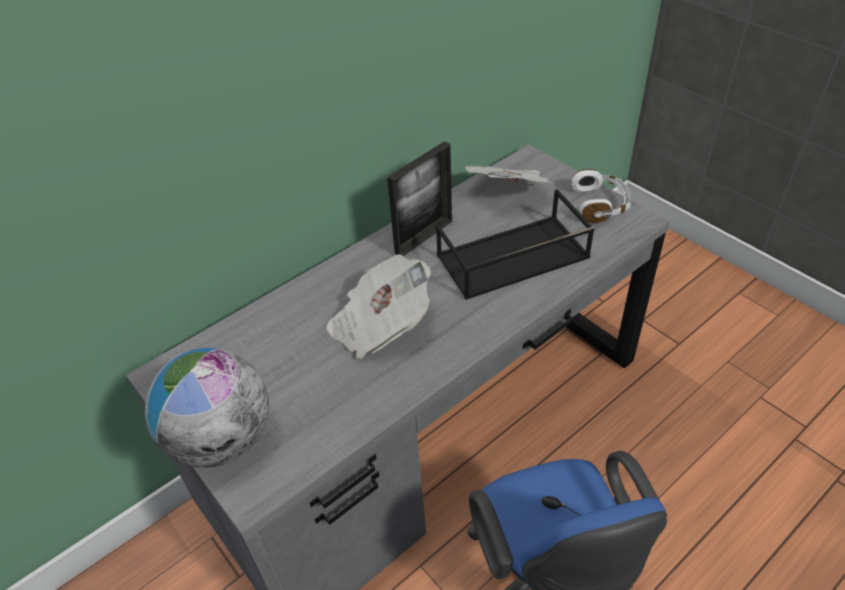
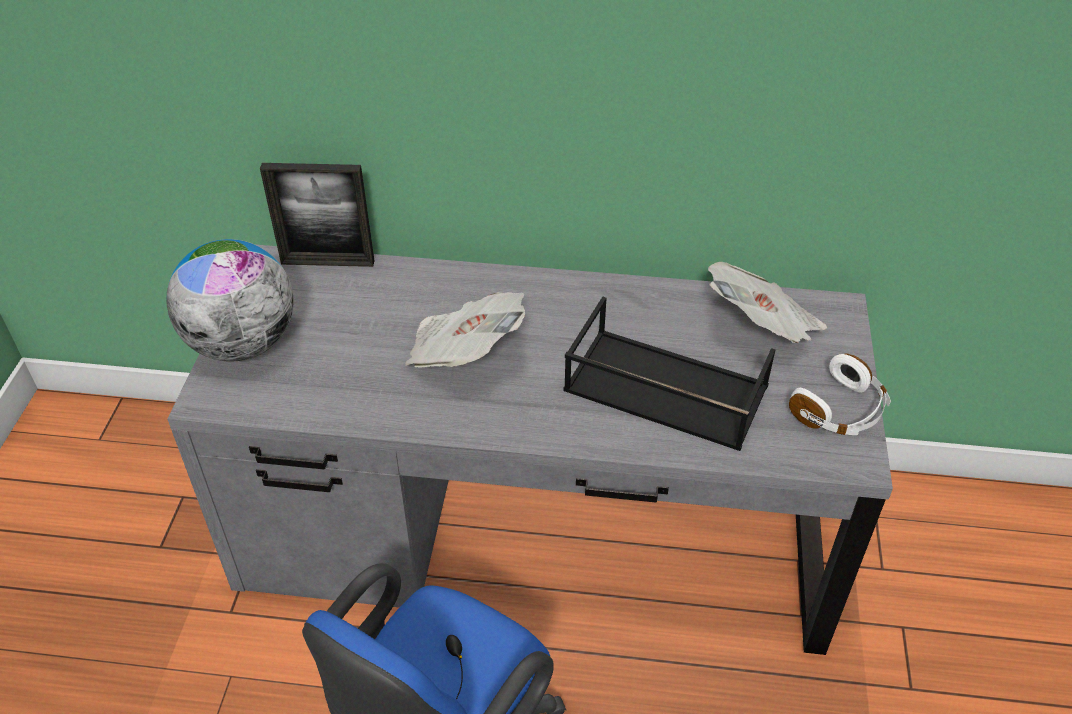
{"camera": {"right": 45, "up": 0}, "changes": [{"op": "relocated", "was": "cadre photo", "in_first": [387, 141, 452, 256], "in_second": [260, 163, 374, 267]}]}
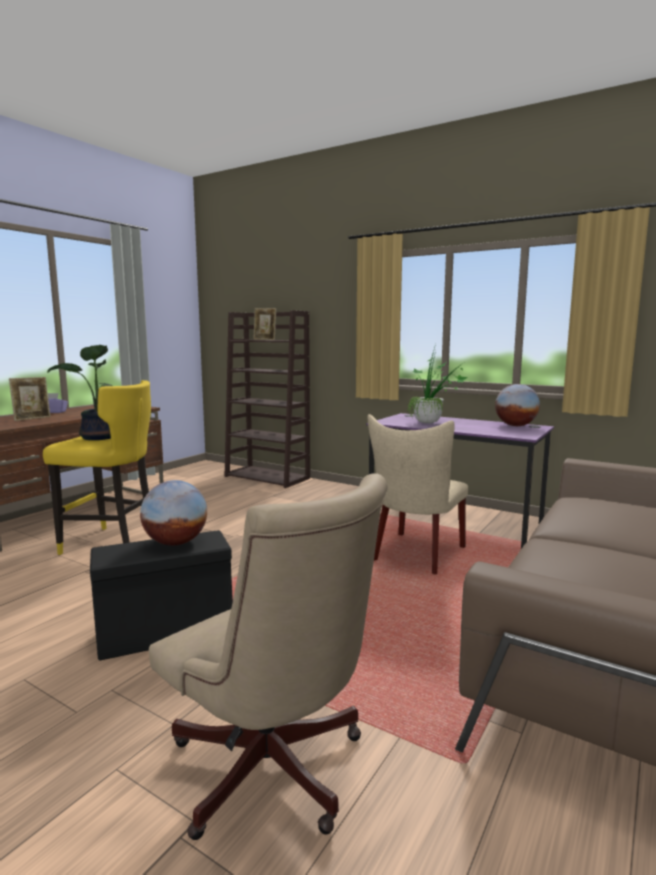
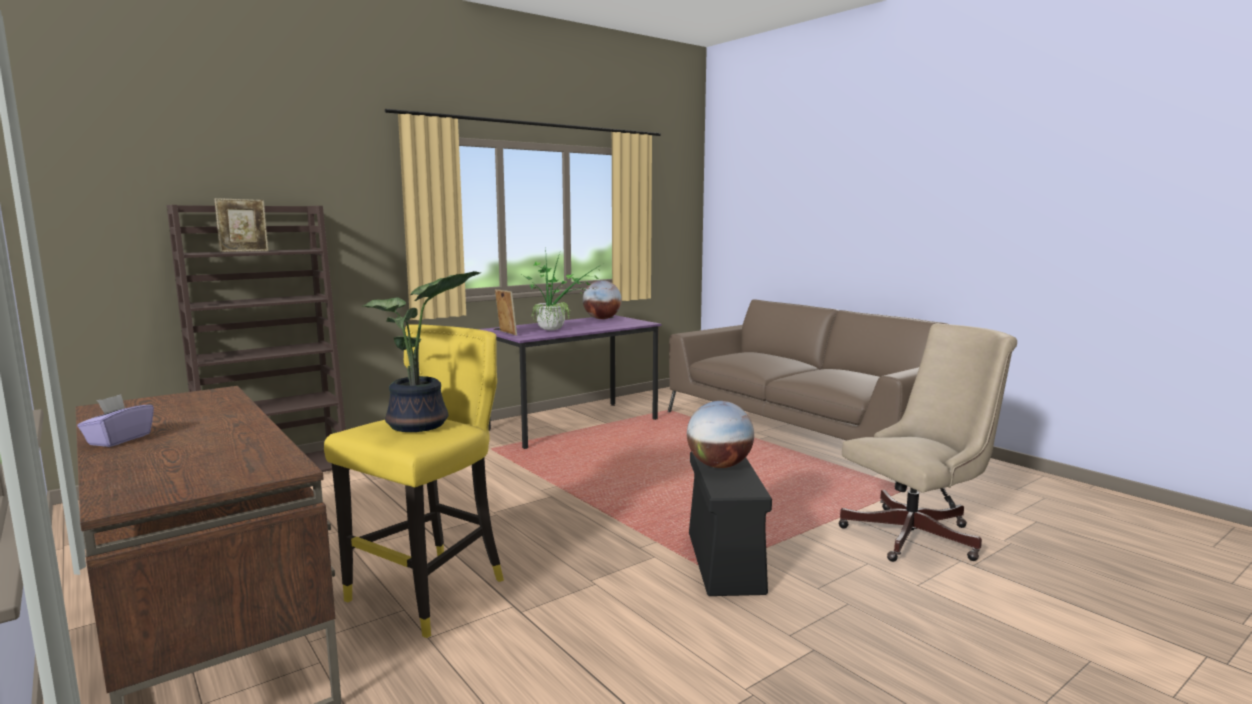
{"camera": {"right": -70, "up": 0}, "changes": [{"op": "missing", "was": "chaise [beige]", "in_first": [368, 414, 468, 574]}, {"op": "relocated", "was": "cadre photo", "in_first": [9, 377, 51, 421], "in_second": [495, 289, 517, 335]}]}
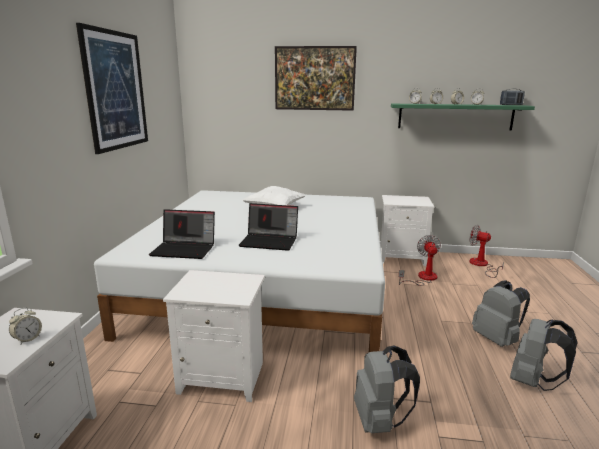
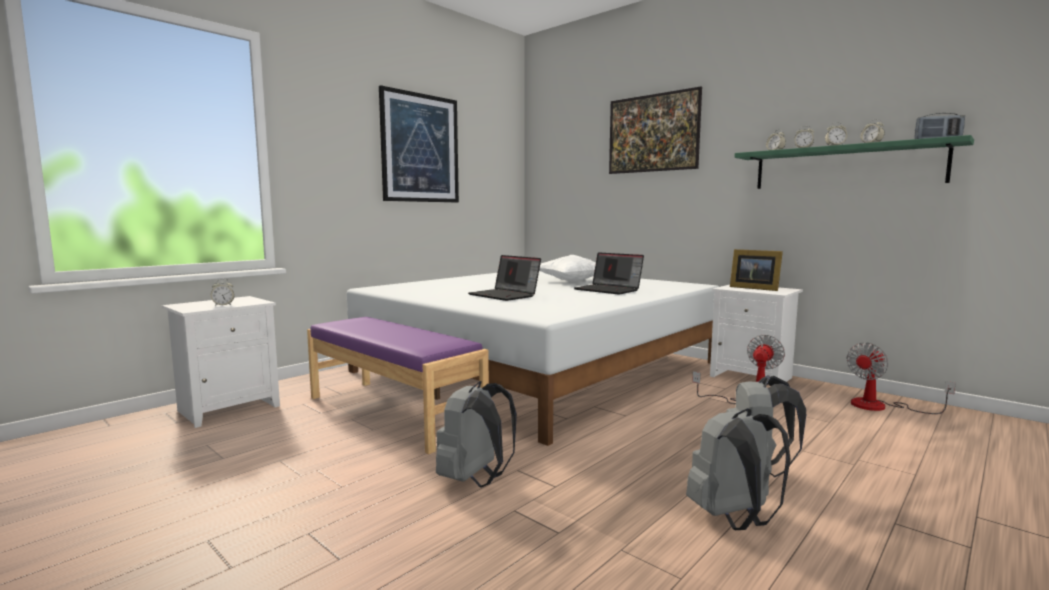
{"camera": {"right": 35, "up": -10}, "changes": [{"op": "appeared", "now": "cadre photo", "in_second": [730, 249, 783, 291]}, {"op": "relocated", "was": "ordinateur portable", "in_first": [149, 209, 215, 259], "in_second": [574, 252, 644, 294]}, {"op": "exchanged", "was": "table de chevet [blanc]", "now": "banc [violet]", "in_first": [163, 270, 265, 402], "in_second": [307, 317, 489, 454]}, {"op": "spun", "was": "ventilateur", "in_first": [469, 225, 504, 278], "in_second": [847, 342, 956, 414], "clockwise": -105}]}
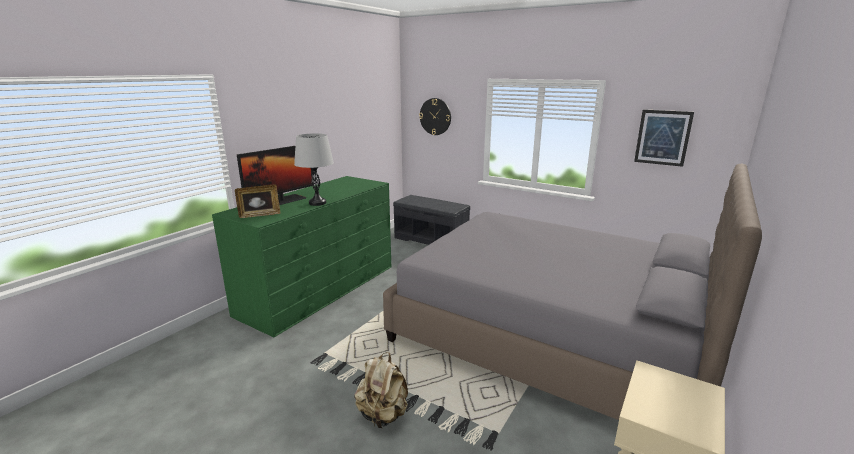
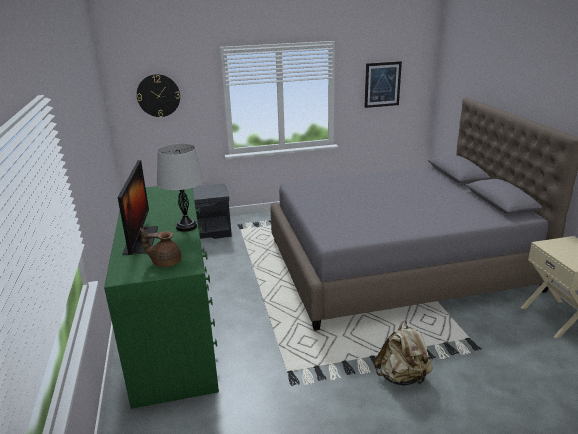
{"camera": {"right": -45, "up": 5}, "changes": [{"op": "exchanged", "was": "cadre photo", "now": "théière [marron]", "in_first": [235, 185, 280, 218], "in_second": [140, 228, 181, 267]}]}
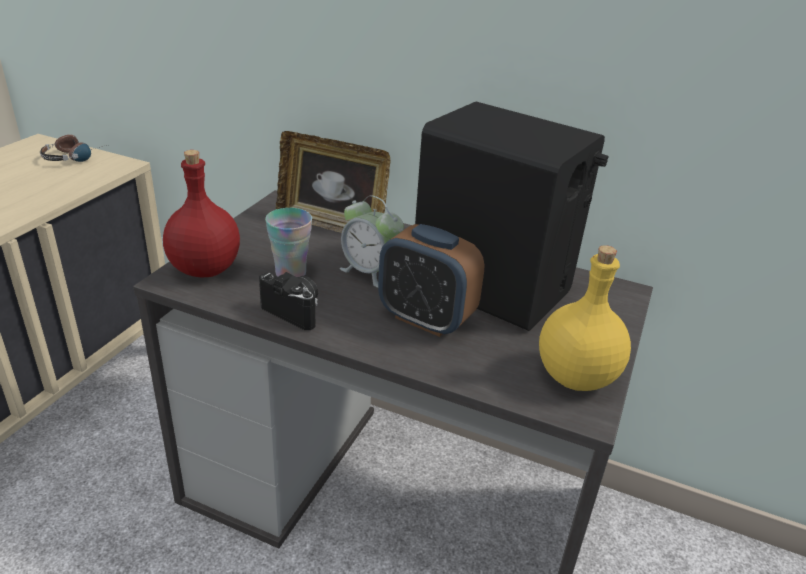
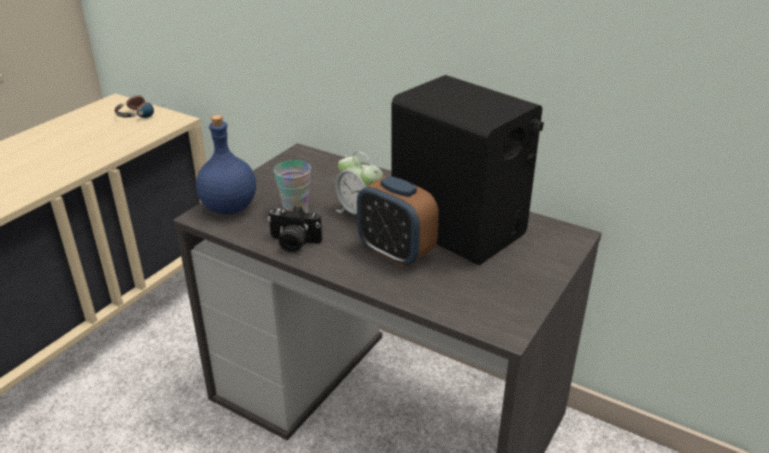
{"camera": {"right": 10, "up": 0}, "changes": [{"op": "missing", "was": "cadre photo", "in_first": [276, 131, 390, 233]}, {"op": "missing", "was": "bouteille [jaune]", "in_first": [539, 245, 631, 391]}, {"op": "colour", "was": "bouteille [rouge]", "now": "bouteille [bleu]", "in_first": [163, 150, 240, 278], "in_second": [196, 115, 256, 215]}, {"op": "spun", "was": "appareil photo", "in_first": [259, 272, 318, 330], "in_second": [268, 206, 322, 253], "clockwise": 150}]}
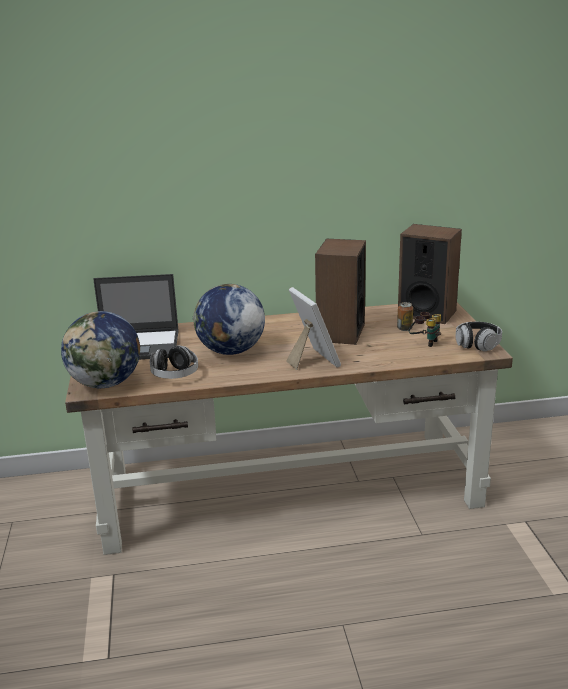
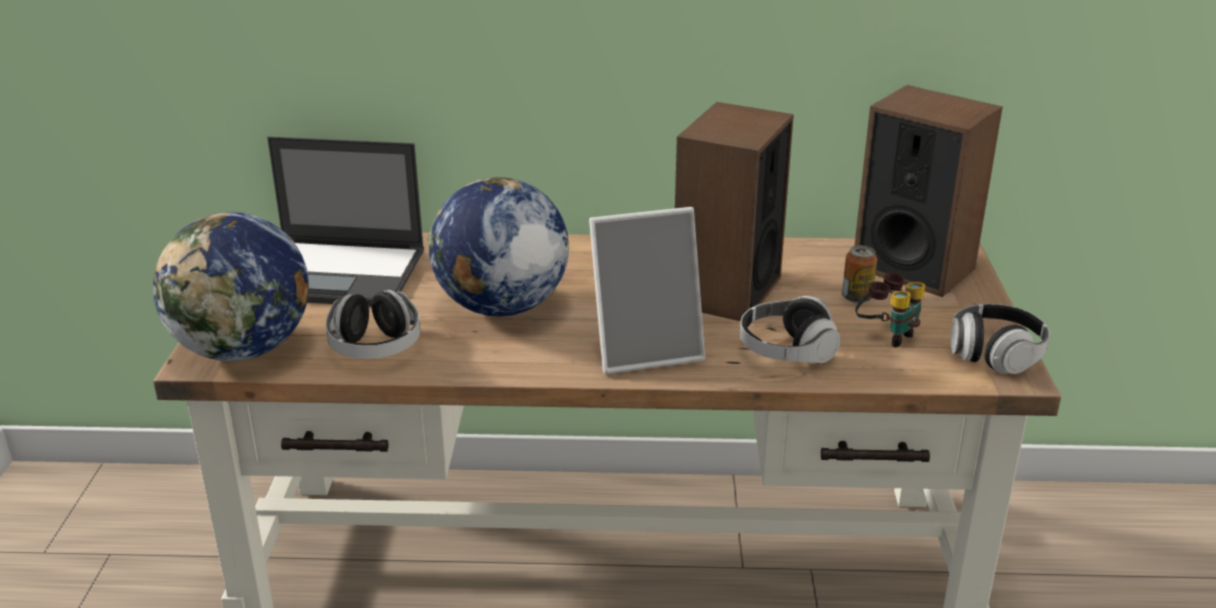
{"camera": {"right": 10, "up": 5}, "changes": [{"op": "appeared", "now": "casque audio", "in_second": [740, 296, 841, 364]}, {"op": "spun", "was": "cadre photo", "in_first": [286, 287, 341, 370], "in_second": [589, 207, 705, 374], "clockwise": 90}]}
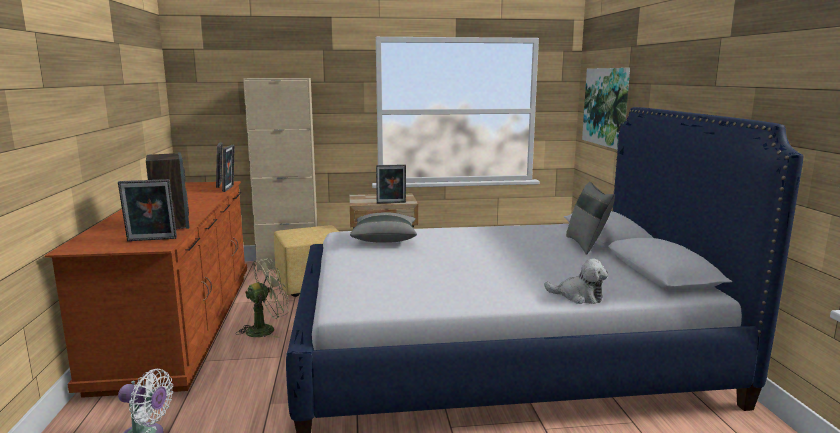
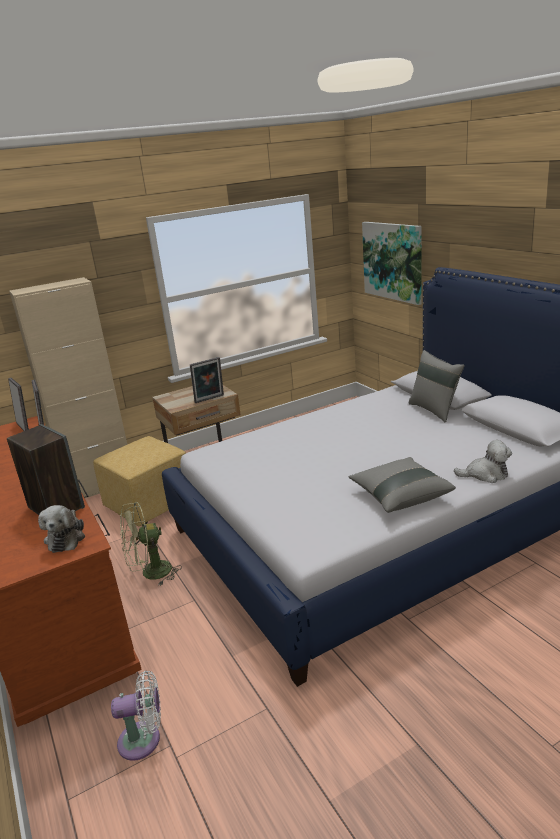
{"camera": {"right": -20, "up": 10}, "changes": [{"op": "relocated", "was": "coussin [gris]", "in_first": [350, 212, 417, 243], "in_second": [349, 457, 456, 513]}, {"op": "exchanged", "was": "cadre photo", "now": "peluche", "in_first": [118, 179, 177, 241], "in_second": [38, 505, 85, 553]}, {"op": "spun", "was": "ventilateur [vert]", "in_first": [236, 258, 289, 338], "in_second": [120, 502, 182, 586], "clockwise": -150}]}
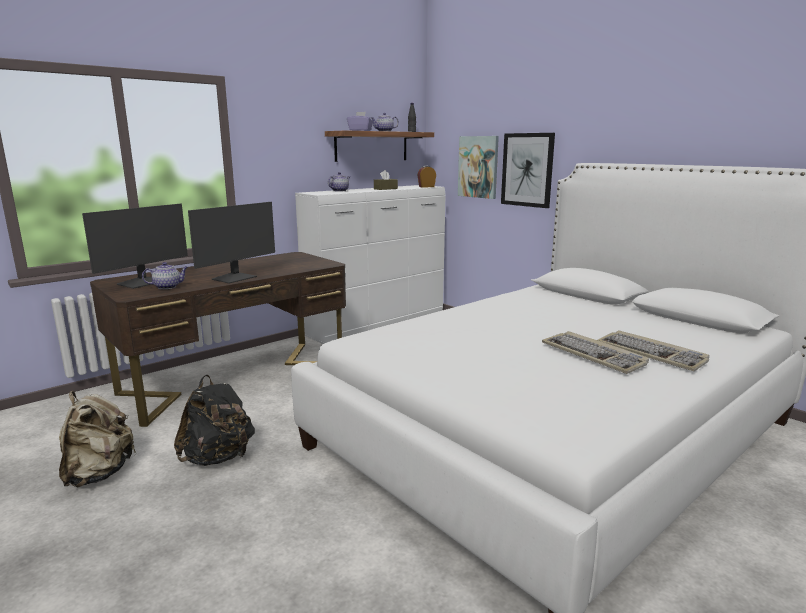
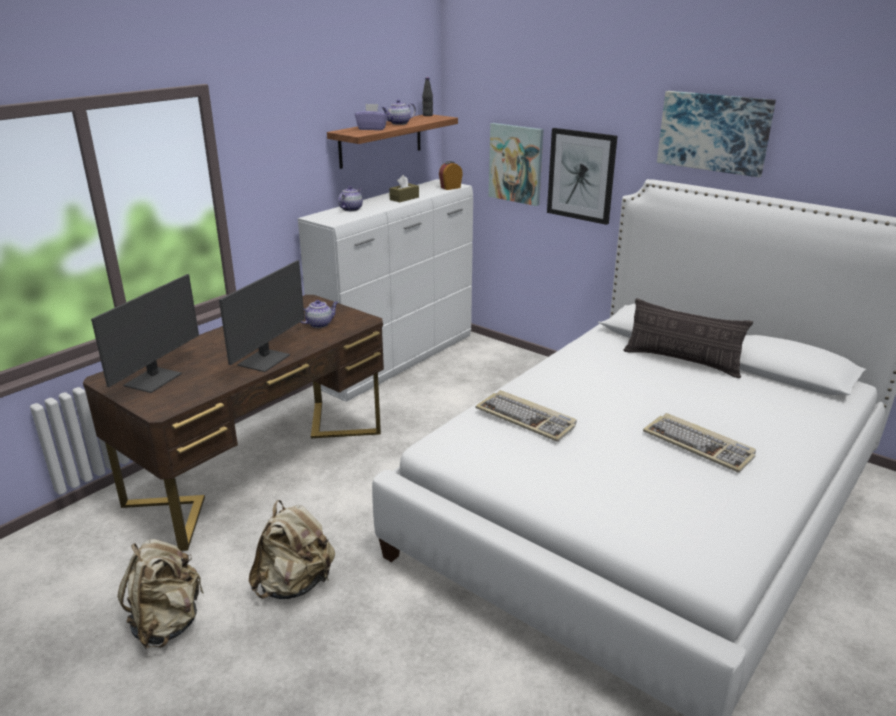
{"camera": {"right": -10, "up": 10}, "changes": [{"op": "appeared", "now": "coussin", "in_second": [624, 298, 753, 378]}, {"op": "appeared", "now": "tableau", "in_second": [657, 91, 776, 177]}, {"op": "relocated", "was": "théière", "in_first": [142, 262, 188, 289], "in_second": [301, 300, 338, 328]}, {"op": "relocated", "was": "clavier", "in_first": [598, 330, 709, 371], "in_second": [476, 390, 577, 442]}, {"op": "colour", "was": "sac à dos [noir]", "now": "sac à dos [beige]", "in_first": [174, 375, 255, 466], "in_second": [249, 500, 335, 599]}]}
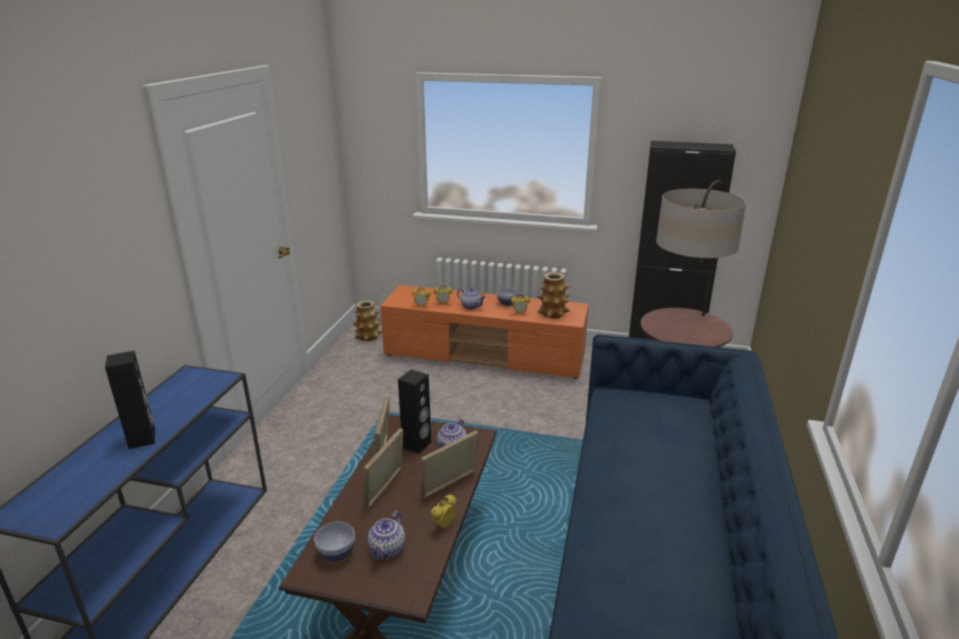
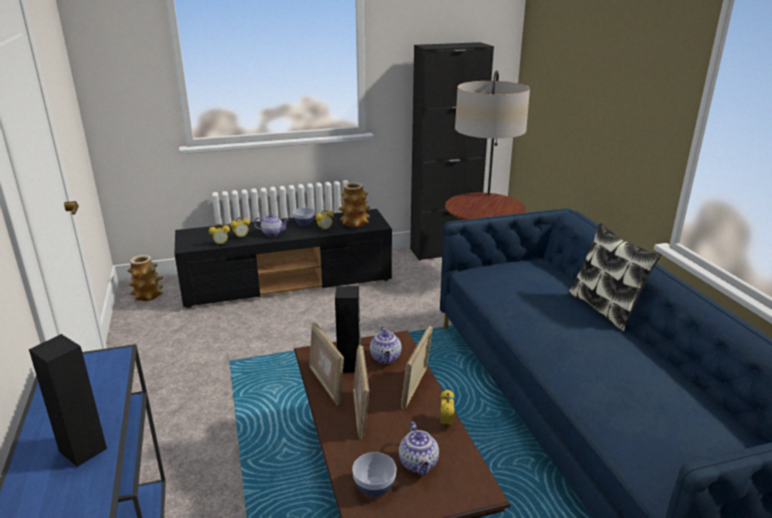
{"camera": {"right": -30, "up": 0}, "changes": [{"op": "appeared", "now": "coussin", "in_second": [568, 223, 662, 332]}, {"op": "colour", "was": "meuble télé [orange]", "now": "meuble télé [noir]", "in_first": [380, 285, 589, 379], "in_second": [174, 209, 392, 308]}]}
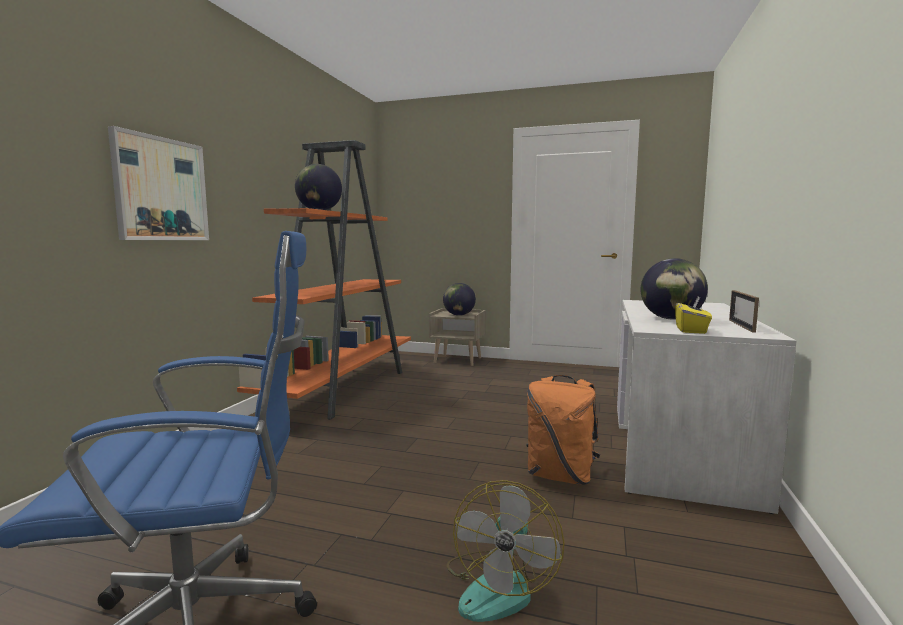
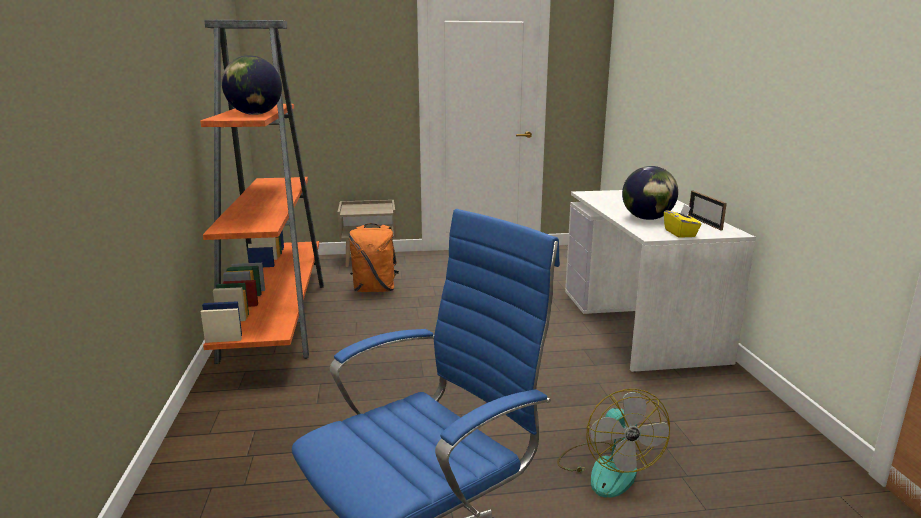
{"camera": {"right": -25, "up": 10}, "changes": [{"op": "missing", "was": "tableau", "in_first": [108, 126, 209, 240]}, {"op": "missing", "was": "globe", "in_first": [443, 283, 476, 316]}, {"op": "relocated", "was": "sac à dos [orange]", "in_first": [526, 375, 601, 485], "in_second": [349, 223, 399, 292]}]}
